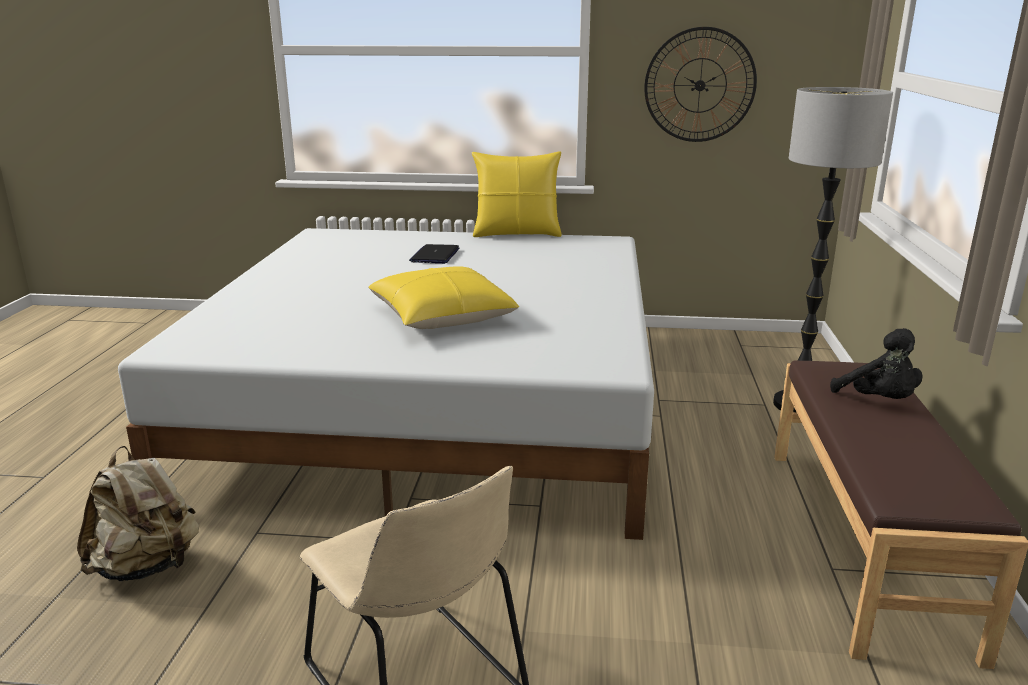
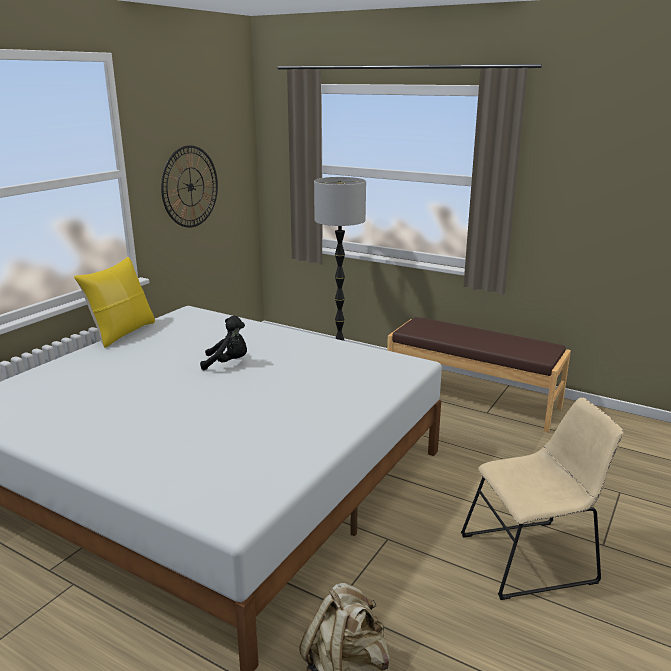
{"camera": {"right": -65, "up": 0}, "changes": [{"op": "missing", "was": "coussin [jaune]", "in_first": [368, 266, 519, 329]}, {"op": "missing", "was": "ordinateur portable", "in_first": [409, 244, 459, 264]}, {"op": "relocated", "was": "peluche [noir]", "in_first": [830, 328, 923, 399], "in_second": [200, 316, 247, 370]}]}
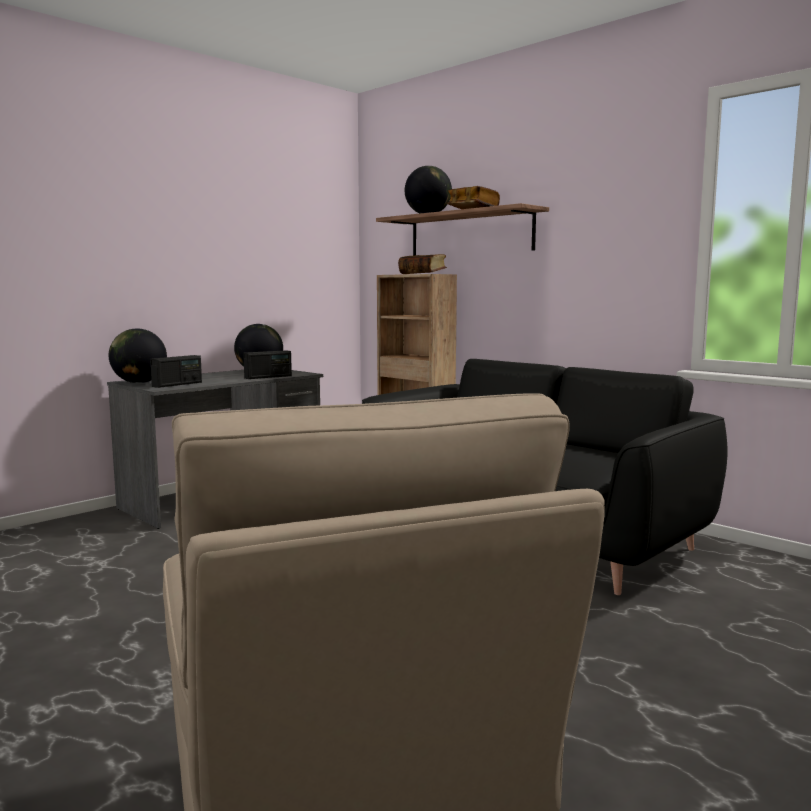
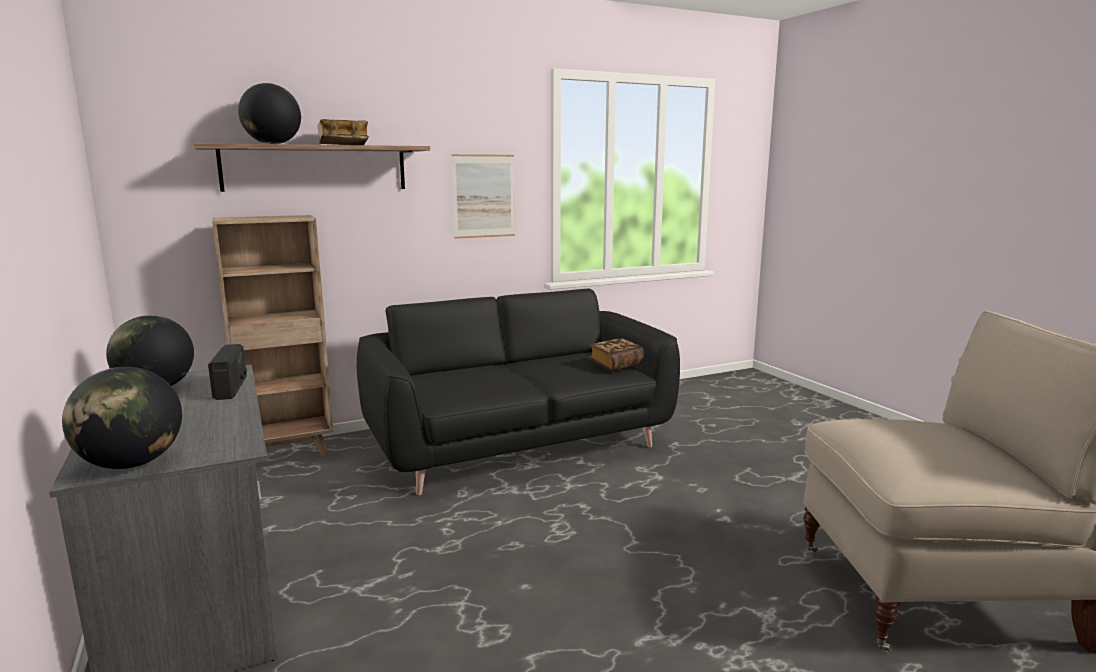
{"camera": {"right": -70, "up": 5}, "changes": [{"op": "missing", "was": "radio", "in_first": [150, 355, 202, 388]}, {"op": "appeared", "now": "tableau", "in_second": [452, 154, 515, 239]}, {"op": "relocated", "was": "livre", "in_first": [398, 254, 447, 274], "in_second": [589, 338, 644, 372]}]}
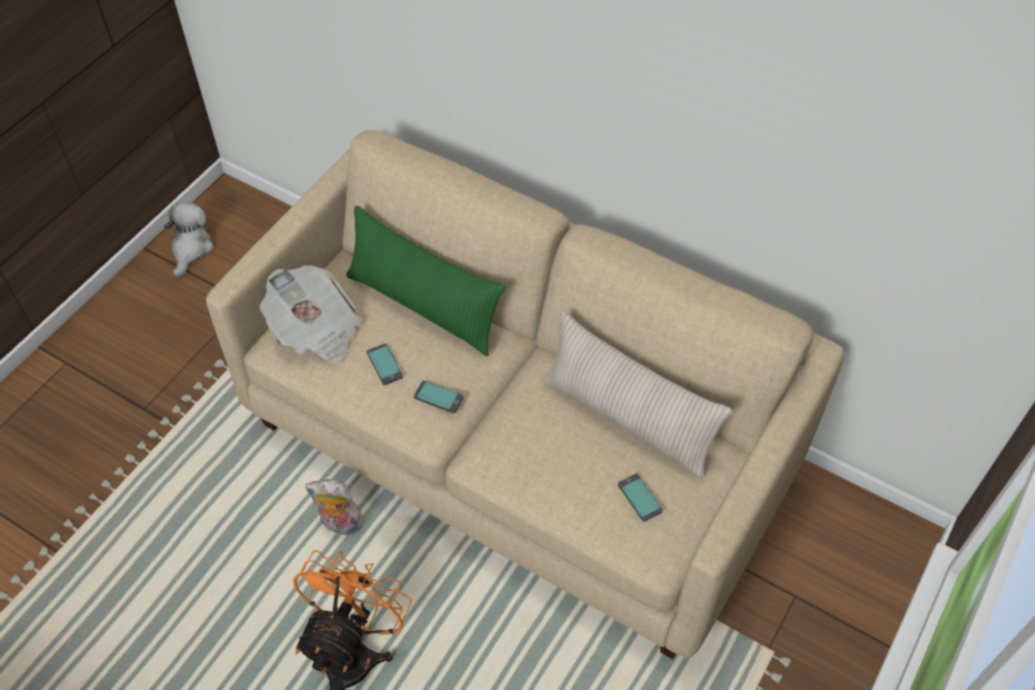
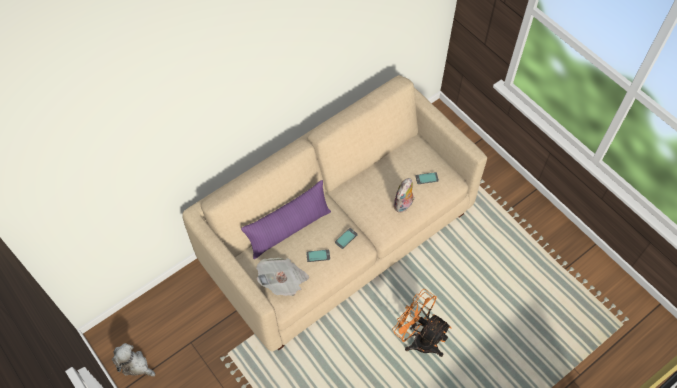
{"camera": {"right": -70, "up": 5}, "changes": [{"op": "missing", "was": "coussin [beige]", "in_first": [543, 312, 733, 479]}, {"op": "relocated", "was": "peluche", "in_first": [305, 479, 364, 535], "in_second": [393, 178, 415, 213]}, {"op": "colour", "was": "coussin [vert]", "now": "coussin [violet]", "in_first": [346, 206, 505, 356], "in_second": [241, 180, 331, 259]}]}
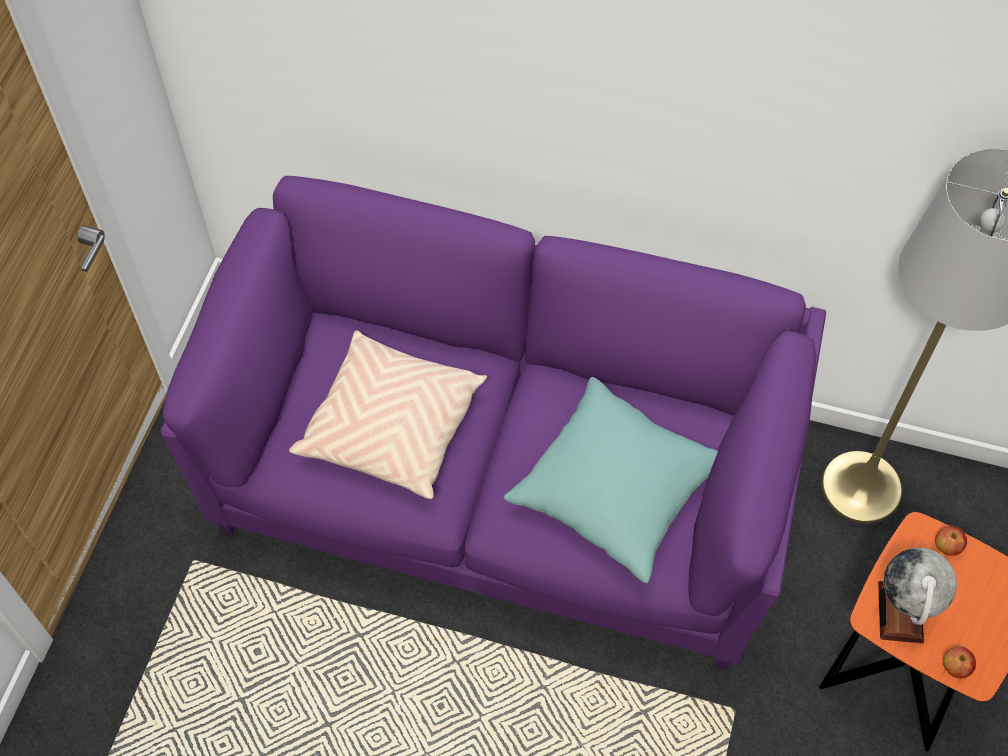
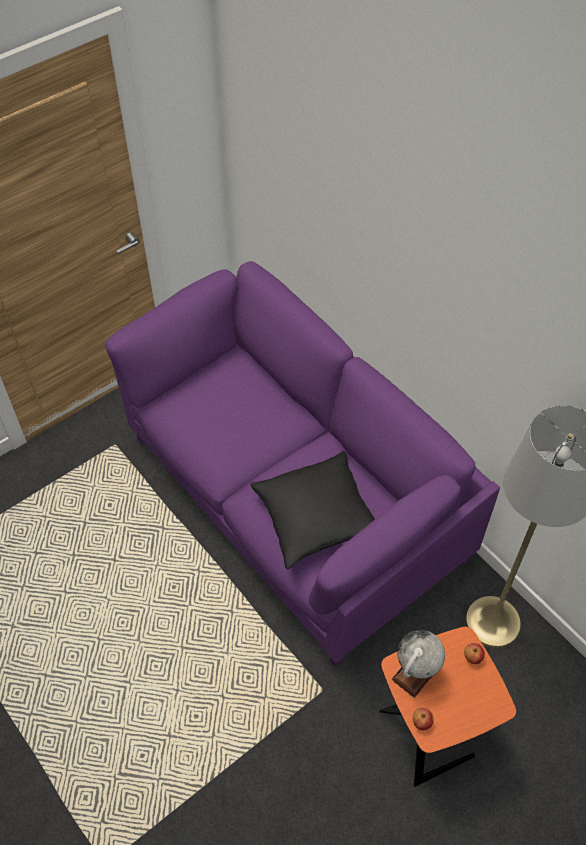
{"camera": {"right": 35, "up": -5}, "changes": [{"op": "missing", "was": "coussin [beige]", "in_first": [289, 331, 487, 499]}, {"op": "colour", "was": "coussin [turquoise]", "now": "coussin [noir]", "in_first": [504, 377, 718, 583], "in_second": [250, 451, 375, 569]}]}
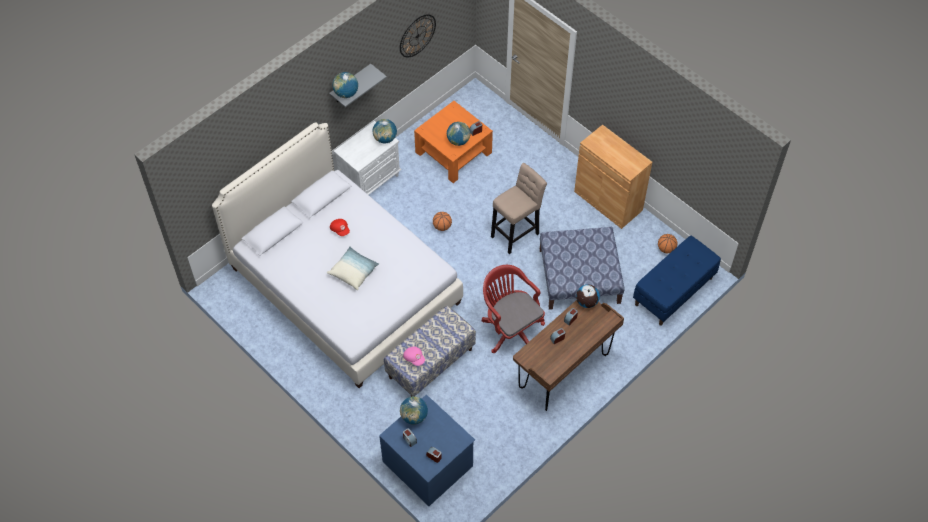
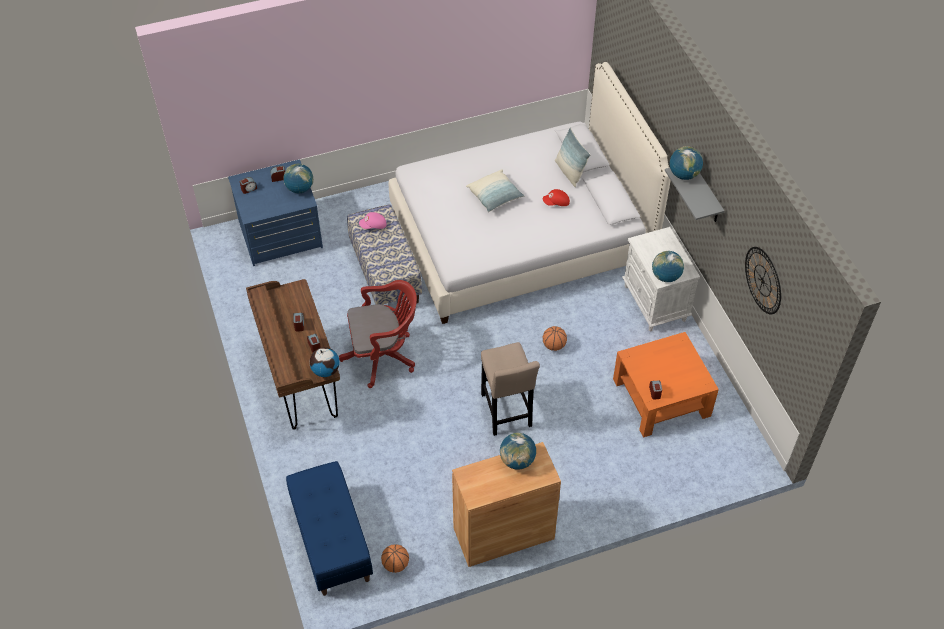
{"camera": {"right": 115, "up": -5}, "changes": [{"op": "missing", "was": "pouf", "in_first": [540, 227, 625, 310]}, {"op": "appeared", "now": "coussin", "in_second": [555, 128, 590, 187]}, {"op": "relocated", "was": "globe", "in_first": [447, 122, 470, 146], "in_second": [500, 433, 536, 470]}]}
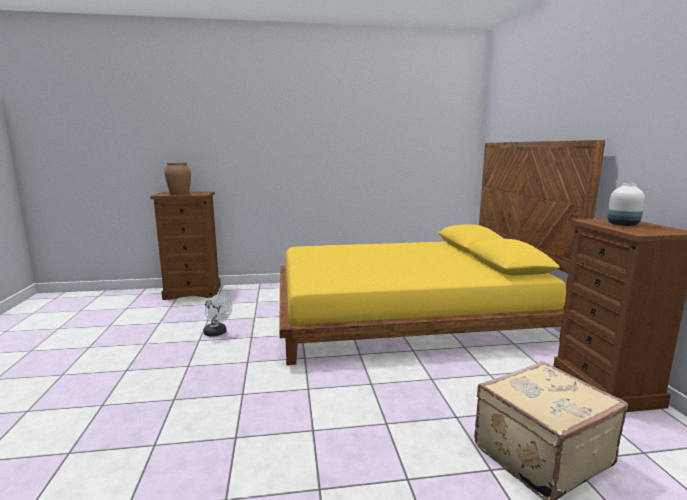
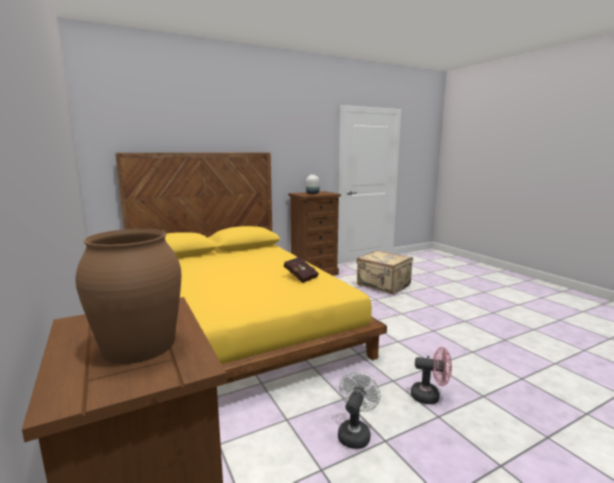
{"camera": {"right": -110, "up": 0}, "changes": [{"op": "appeared", "now": "livre [rouge]", "in_second": [284, 257, 318, 283]}, {"op": "appeared", "now": "ventilateur [rose]", "in_second": [411, 347, 452, 404]}]}
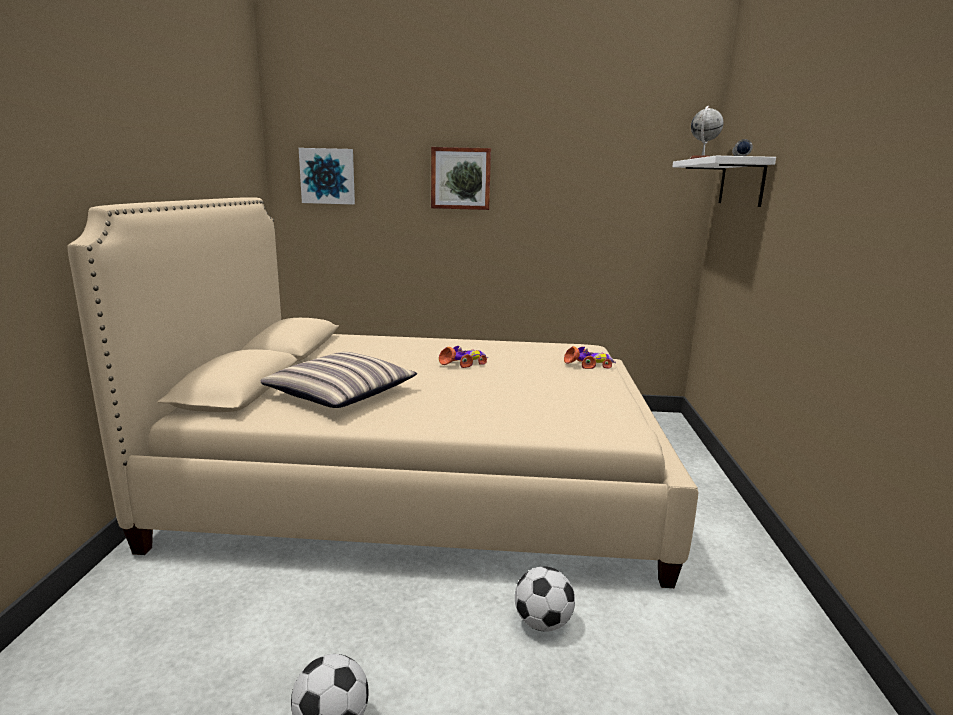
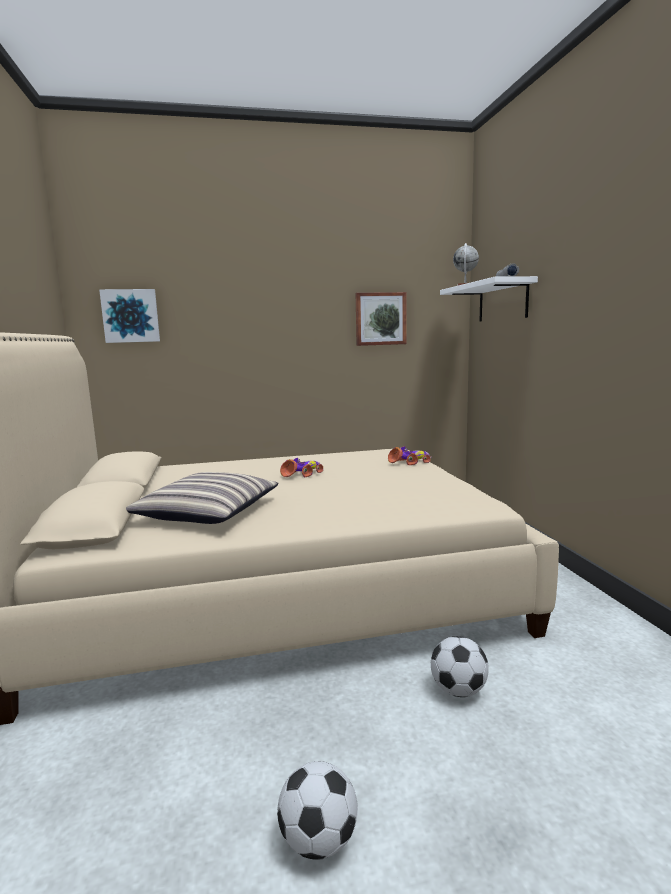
{"camera": {"right": -15, "up": -5}, "changes": [{"op": "relocated", "was": "tableau", "in_first": [431, 147, 491, 210], "in_second": [355, 292, 406, 346]}]}
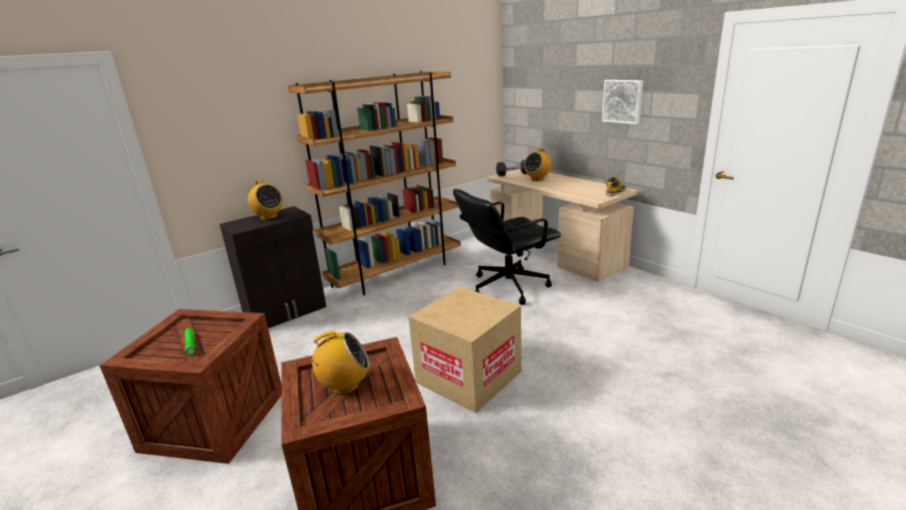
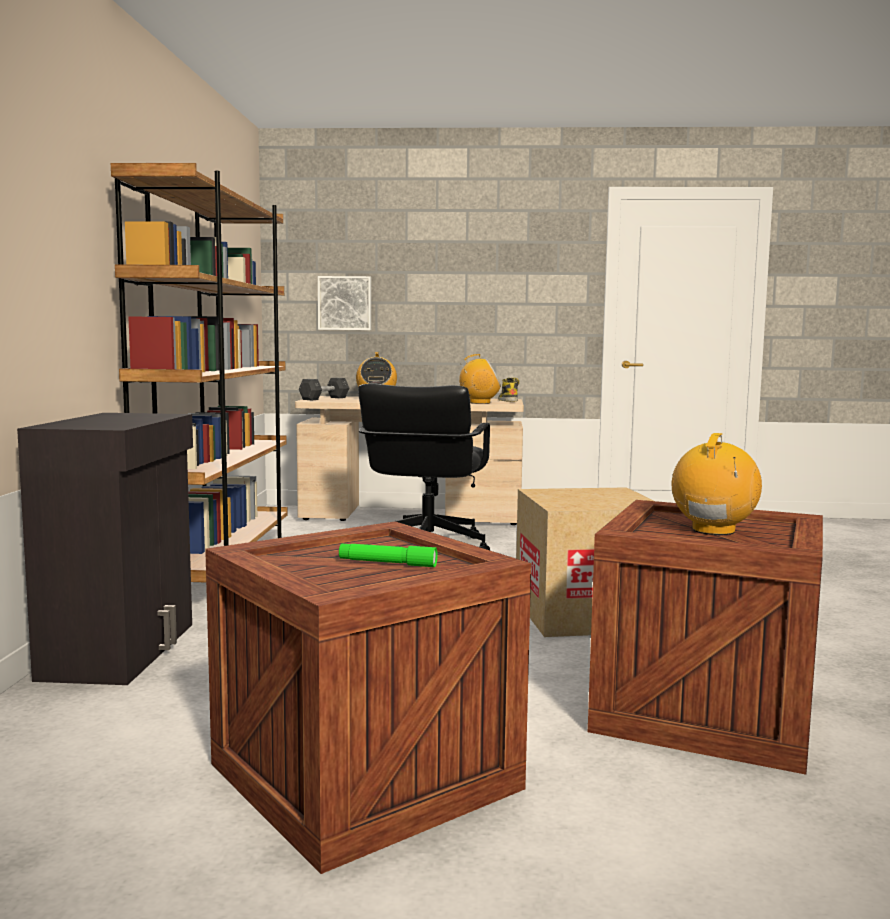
{"camera": {"right": -50, "up": -15}, "changes": [{"op": "relocated", "was": "radio", "in_first": [247, 180, 283, 220], "in_second": [459, 354, 501, 404]}, {"op": "relocated", "was": "tableau", "in_first": [602, 80, 643, 124], "in_second": [318, 276, 371, 330]}]}
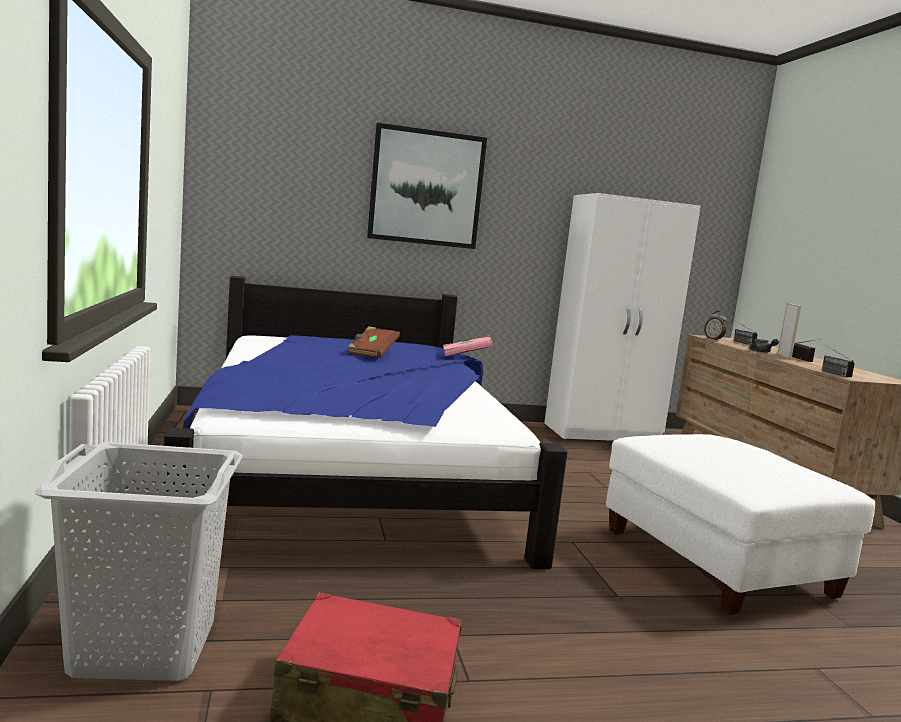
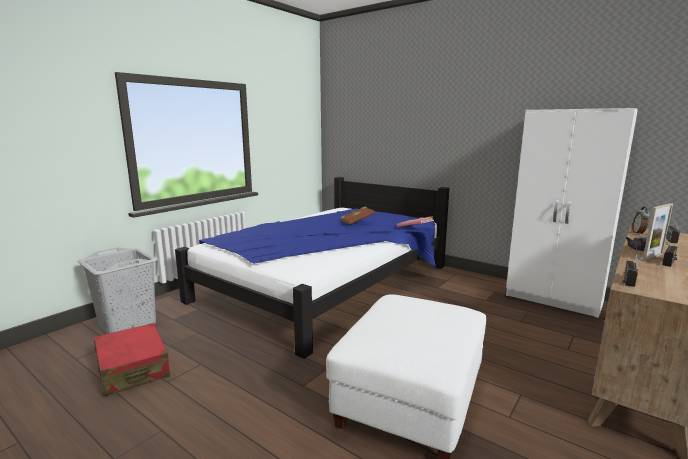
{"camera": {"right": 50, "up": 5}, "changes": [{"op": "missing", "was": "tableau", "in_first": [367, 123, 487, 249]}]}
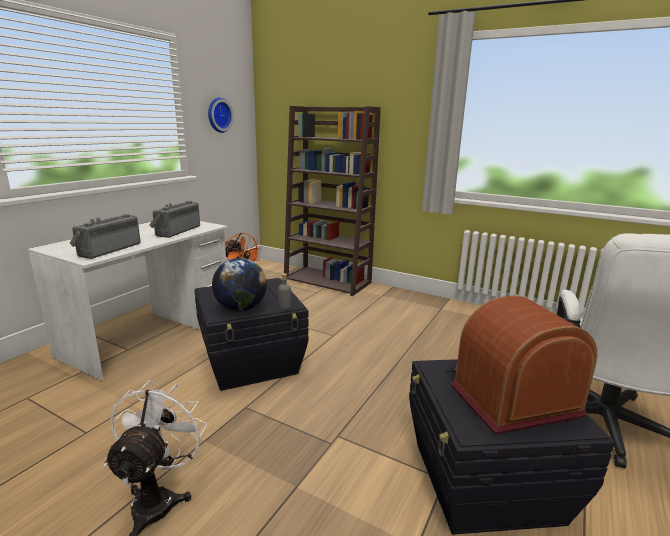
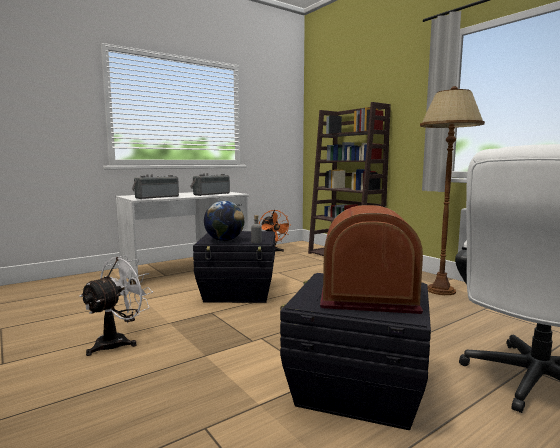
{"camera": {"right": 25, "up": -10}, "changes": [{"op": "missing", "was": "horloge murale", "in_first": [208, 98, 234, 133]}, {"op": "appeared", "now": "lampadaire [marron]", "in_second": [420, 86, 485, 295]}]}
